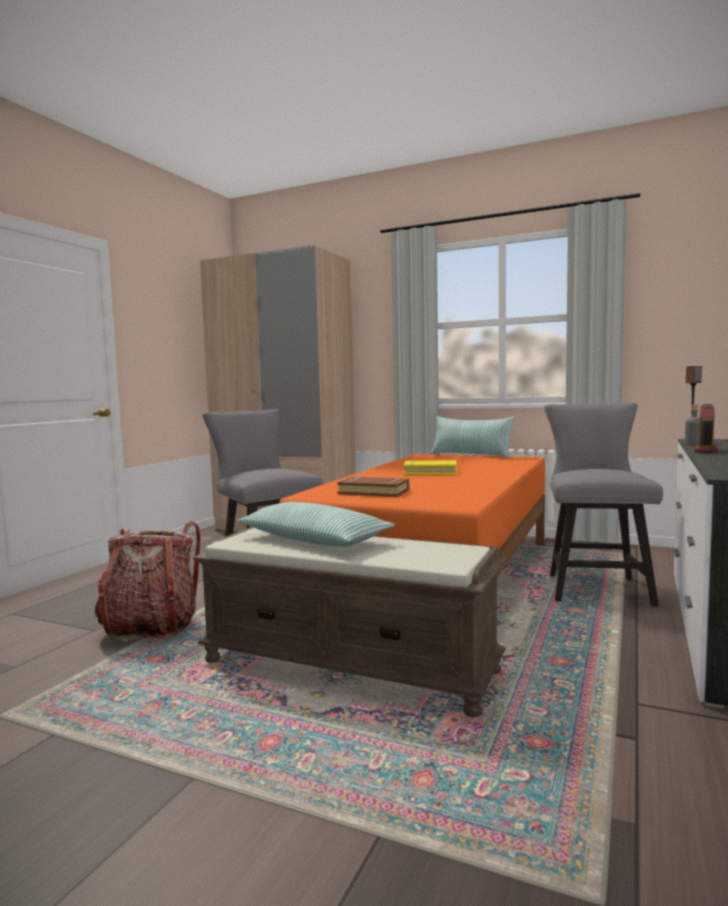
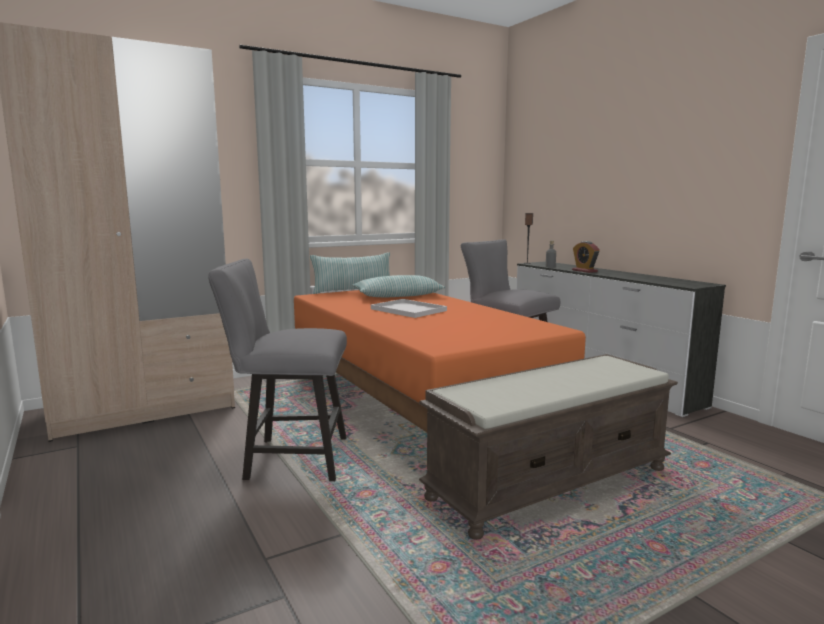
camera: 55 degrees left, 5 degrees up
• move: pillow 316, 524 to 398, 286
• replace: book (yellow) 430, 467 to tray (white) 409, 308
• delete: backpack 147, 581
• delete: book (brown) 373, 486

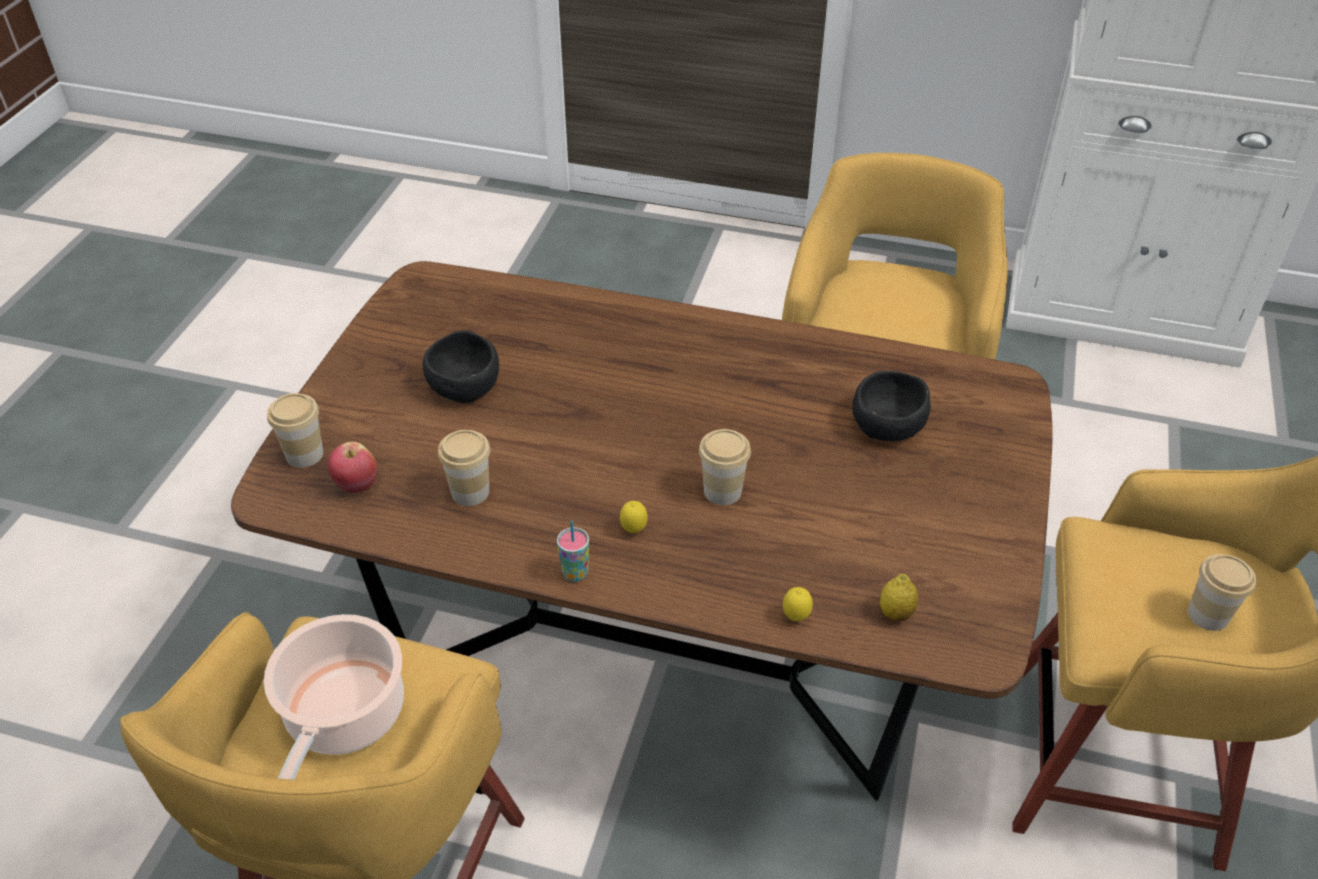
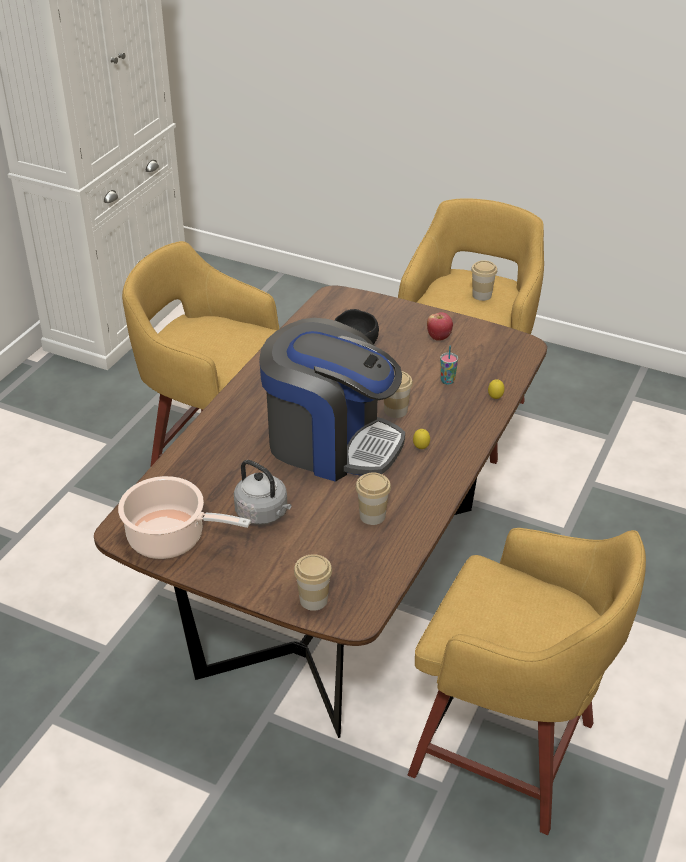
camera: 80 degrees left, 5 degrees down
• move: cooking pot 334, 697 to 184, 517
• replace: bowl (black) 461, 366 to kettle (grey) 263, 492
• insert: coffee machine 332, 400
• move: apple 352, 467 to 440, 326
• move: cup 573, 551 to 449, 364
• delete: lemon 899, 597

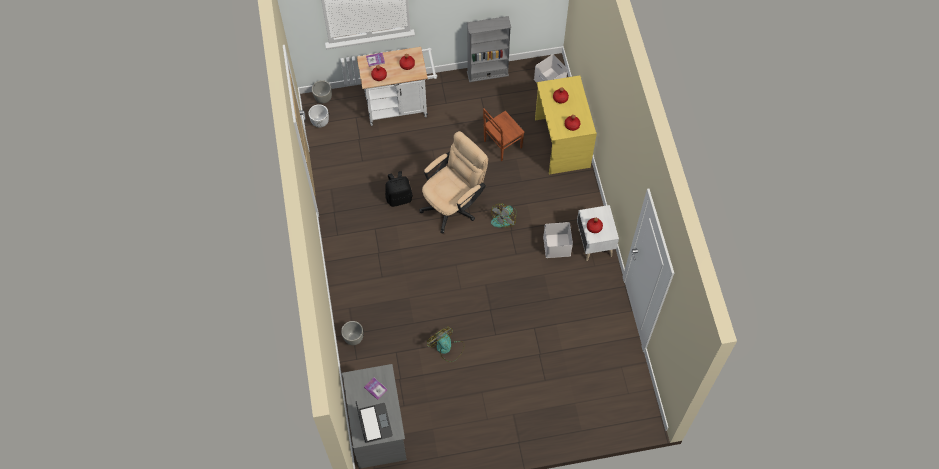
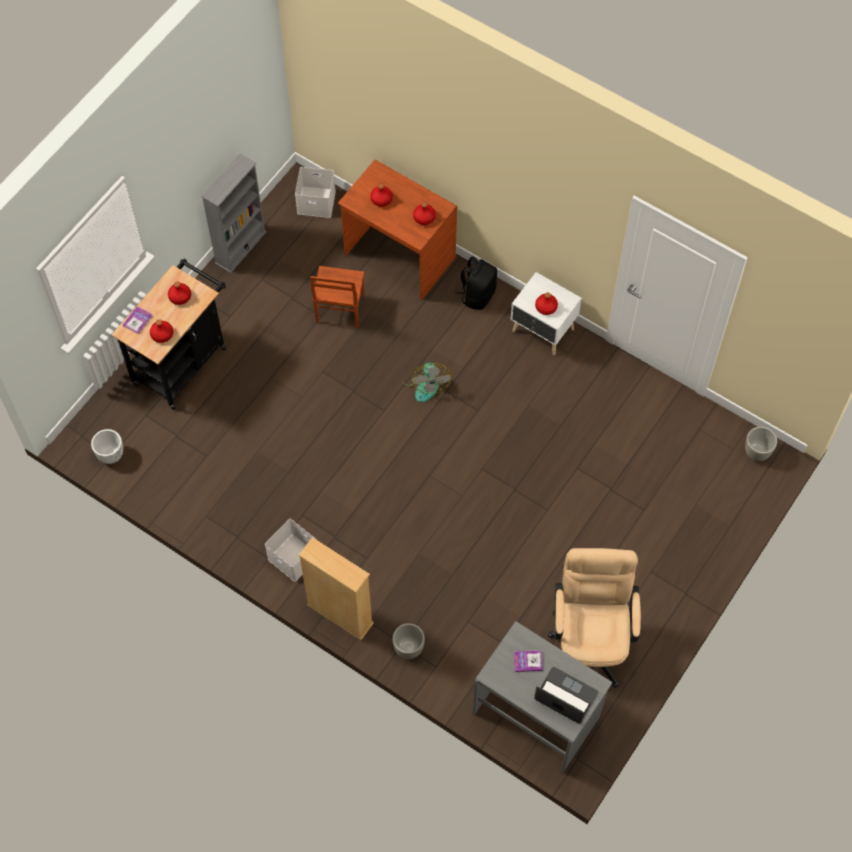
camera: 45 degrees left, 0 degrees up
• recolor: cart (white) 397, 86 to cart (black) 168, 334
• move: storage box (white) 558, 240 to 291, 550
• insert: bookcase (beige) 336, 588
• recolor: desk (yellow) 566, 124 to desk (brown) 397, 230
• move: backpack (black) 399, 189 to 476, 283
• move: office chair (beige) 454, 182 to 594, 618
• move: planter (grey) 322, 91 to 761, 443
• delete: fan 446, 344

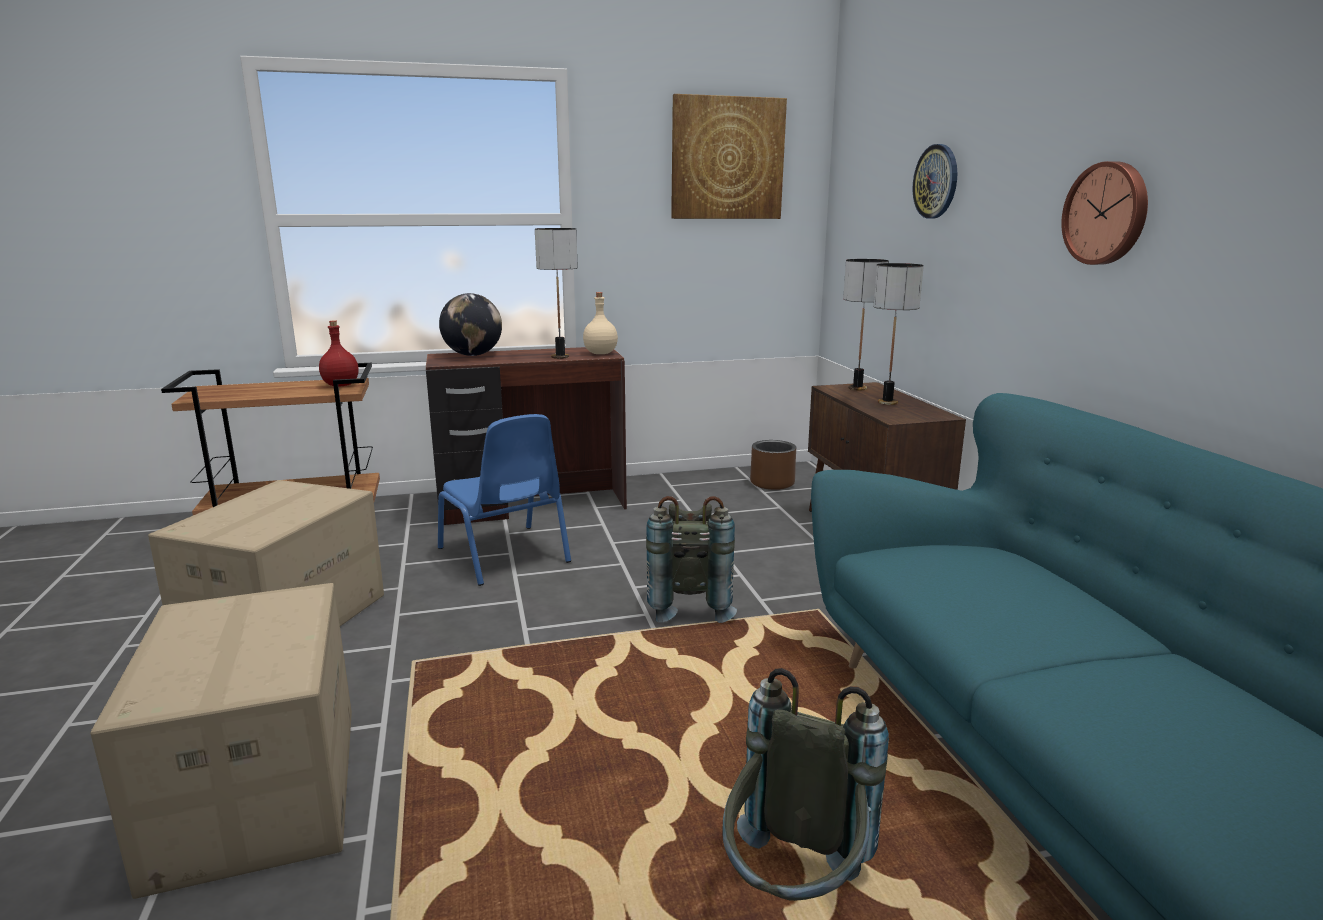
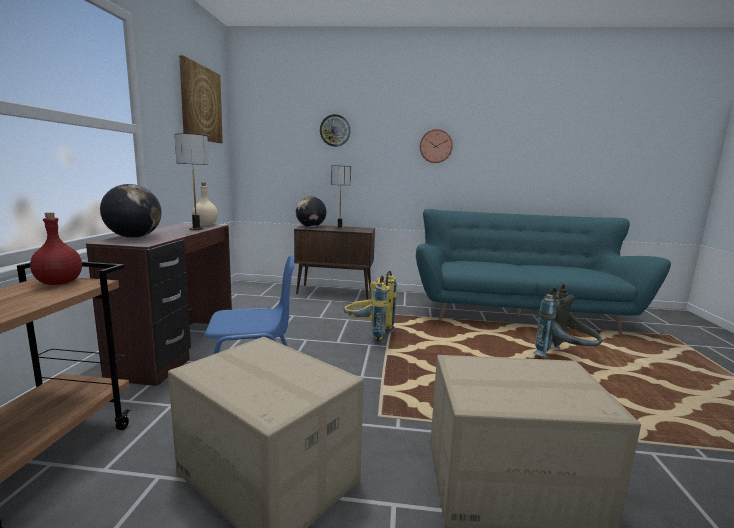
camera: 70 degrees left, 5 degrees down
• replace: table lamp 866, 325 to globe 311, 211
• recolor: backpack (grey) 691, 559 to backpack (yellow) 370, 307
• delete: planter (brown) 773, 465

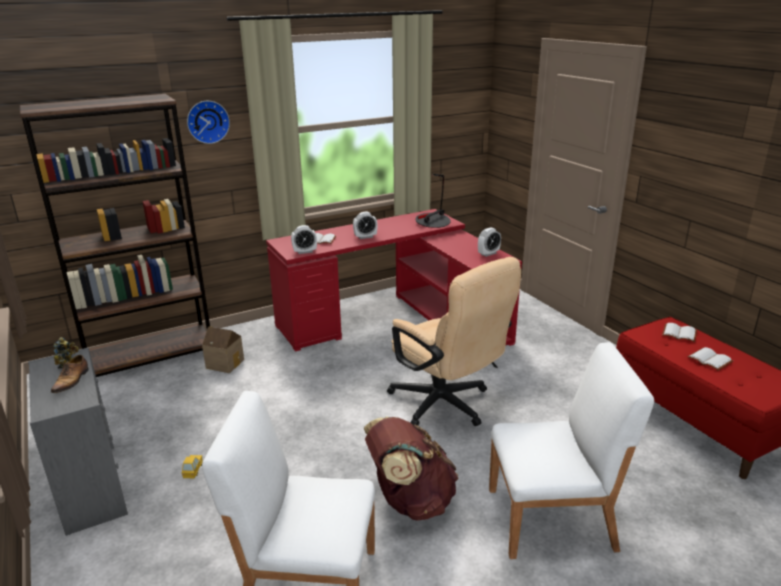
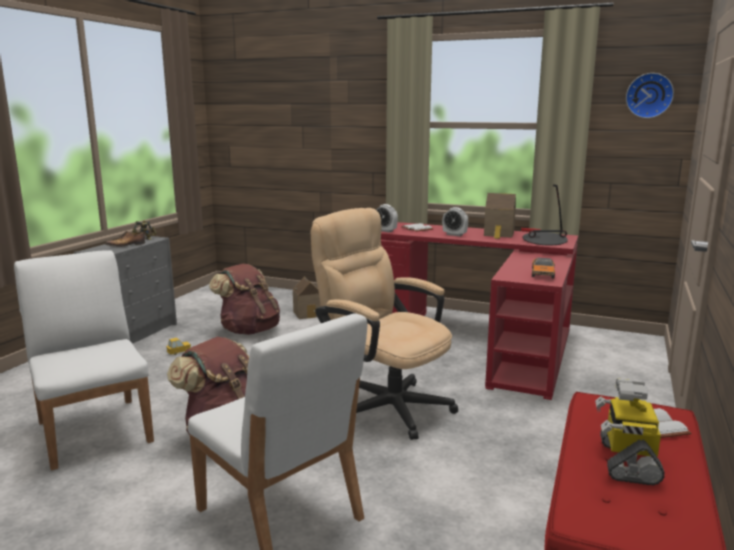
camera: 50 degrees right, 10 degrees down
• insert: backpack (brown) 244, 299
• rotate: office chair (beige) 454, 341 = 384, 324 120 degrees clockwise
• insert: toy house 500, 216
• replace: alarm clock 489, 242 to toy car 543, 268
• replace: book (white) 710, 359 to toy robot 630, 431
• move: wall clock 208, 122 to 650, 95
• delete: bookcase (brown) 115, 235

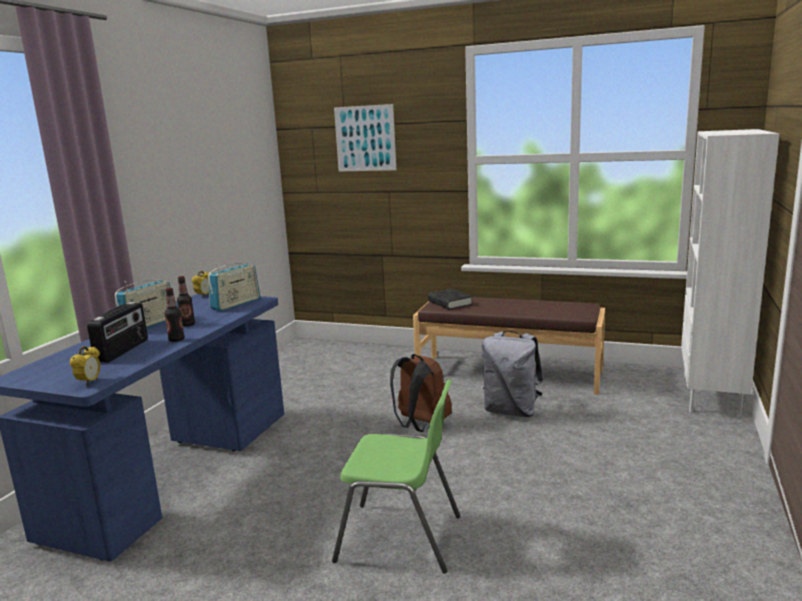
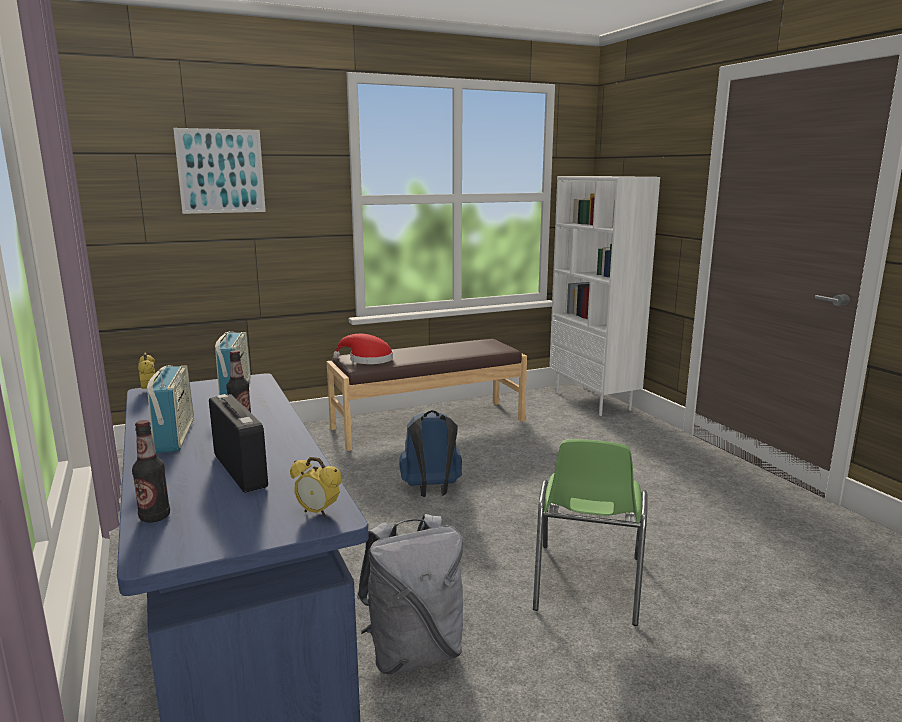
camera: 45 degrees left, 0 degrees up
• move: bottle 175, 315 to 151, 471
• rotate: alarm clock 85, 366 = 316, 487 150 degrees clockwise
• replace: book (black) 450, 299 to hat (red) 363, 349
• move: backpack (grey) 512, 374 to 410, 594
• recolor: backpack (brown) 421, 393 to backpack (blue) 431, 453
• rotate: chair (green) 396, 477 = 590, 532 135 degrees clockwise

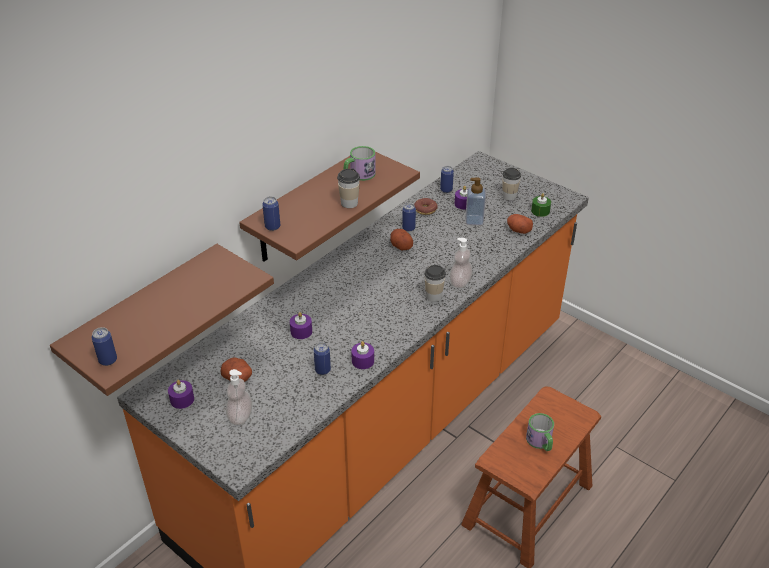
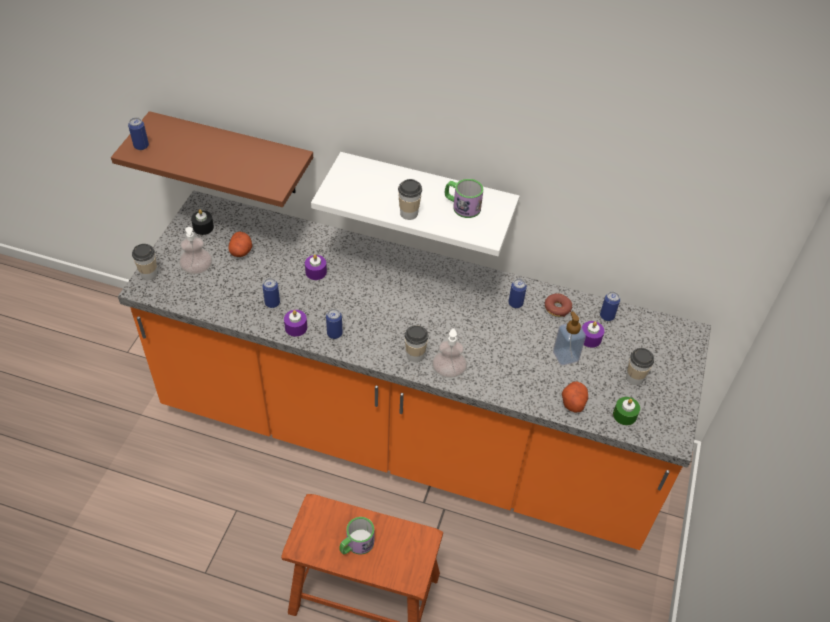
camera: 65 degrees right, 10 degrees up
• insert: cup 144, 262
• recolor: candle (purple) 181, 394 to candle (black) 202, 222
• recolor: shelf (brown) 329, 206 to shelf (white) 415, 204
• move: can 271, 213 to 334, 324
• delete: potato 401, 239

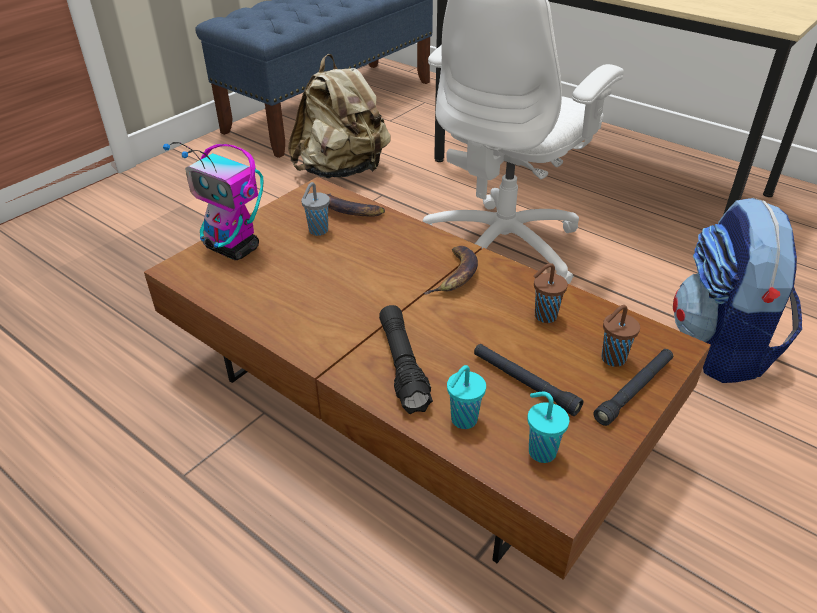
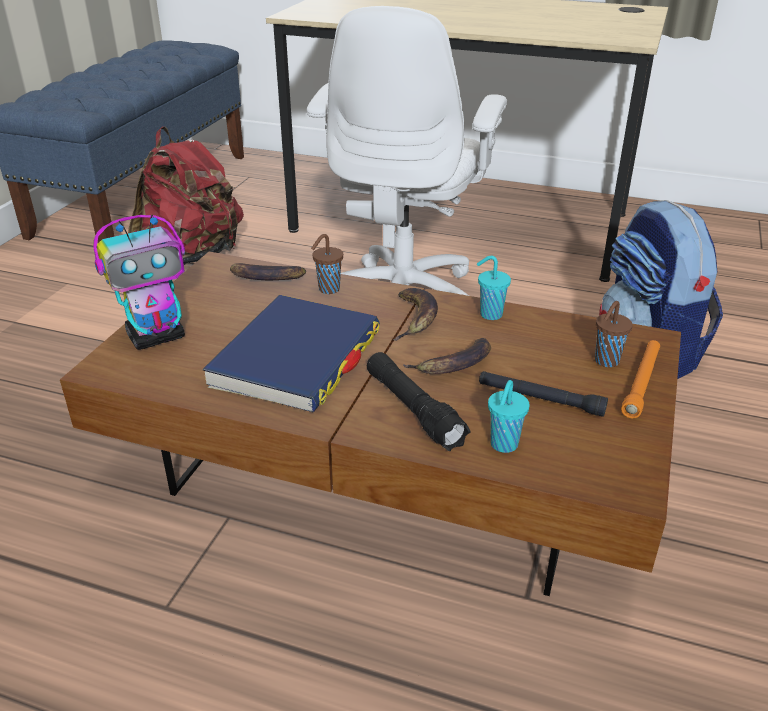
camera: 20 degrees left, 5 degrees down
• rotate: toy robot 213, 201 = 139, 282 45 degrees counterclockwise
• recolor: backpack (beige) 339, 116 to backpack (red) 186, 196
• insert: book (blue) 291, 353
• move: cup (brown) 550, 293 to 327, 264
• insert: banana 447, 356
• move: cup (turquoise) 548, 427 to 494, 288
• recolor: flashlight (black) 633, 387 to flashlight (orange) 640, 379
• delete: cup (grey) 315, 209

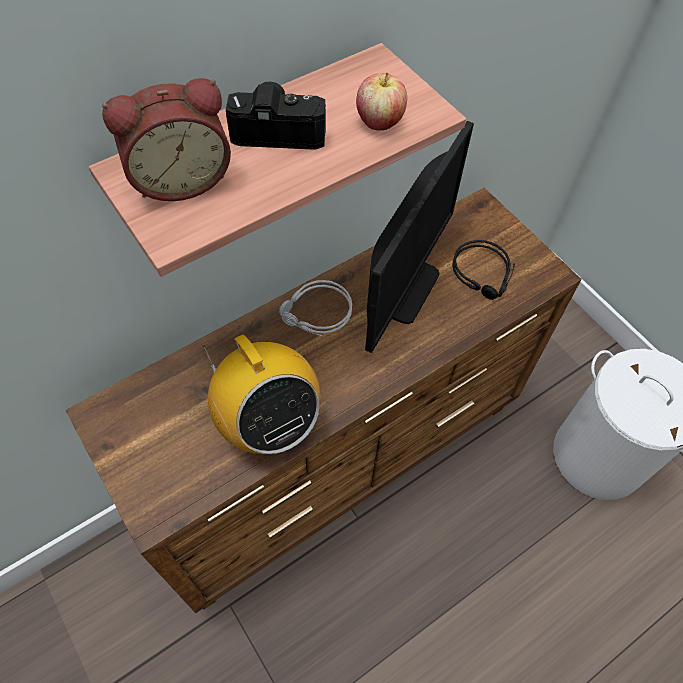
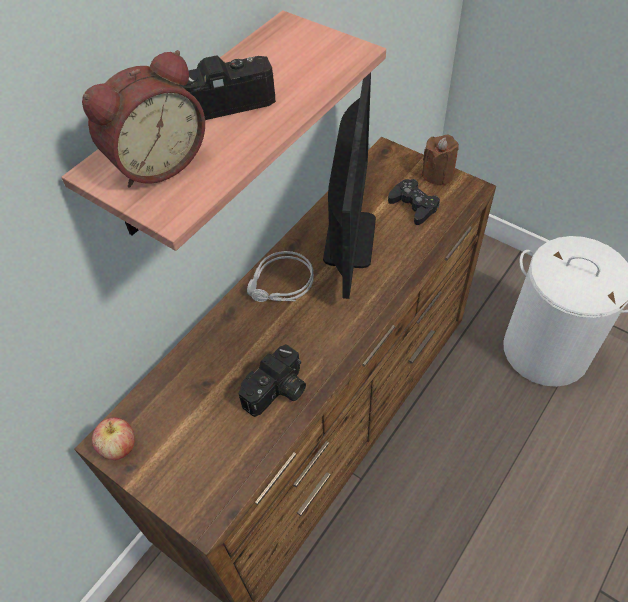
camera: 15 degrees left, 5 degrees down
• move: apple 381, 101 to 113, 438
• replace: radio 262, 394 to photo camera 272, 380
• replace: headphones (black) 483, 270 to game controller (black) 414, 202
• insert: candle (brown) 440, 160

